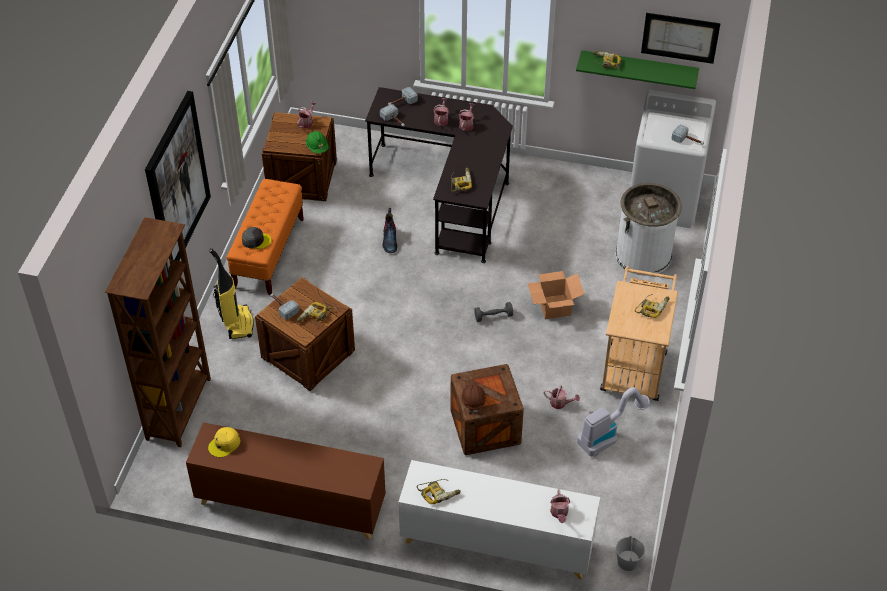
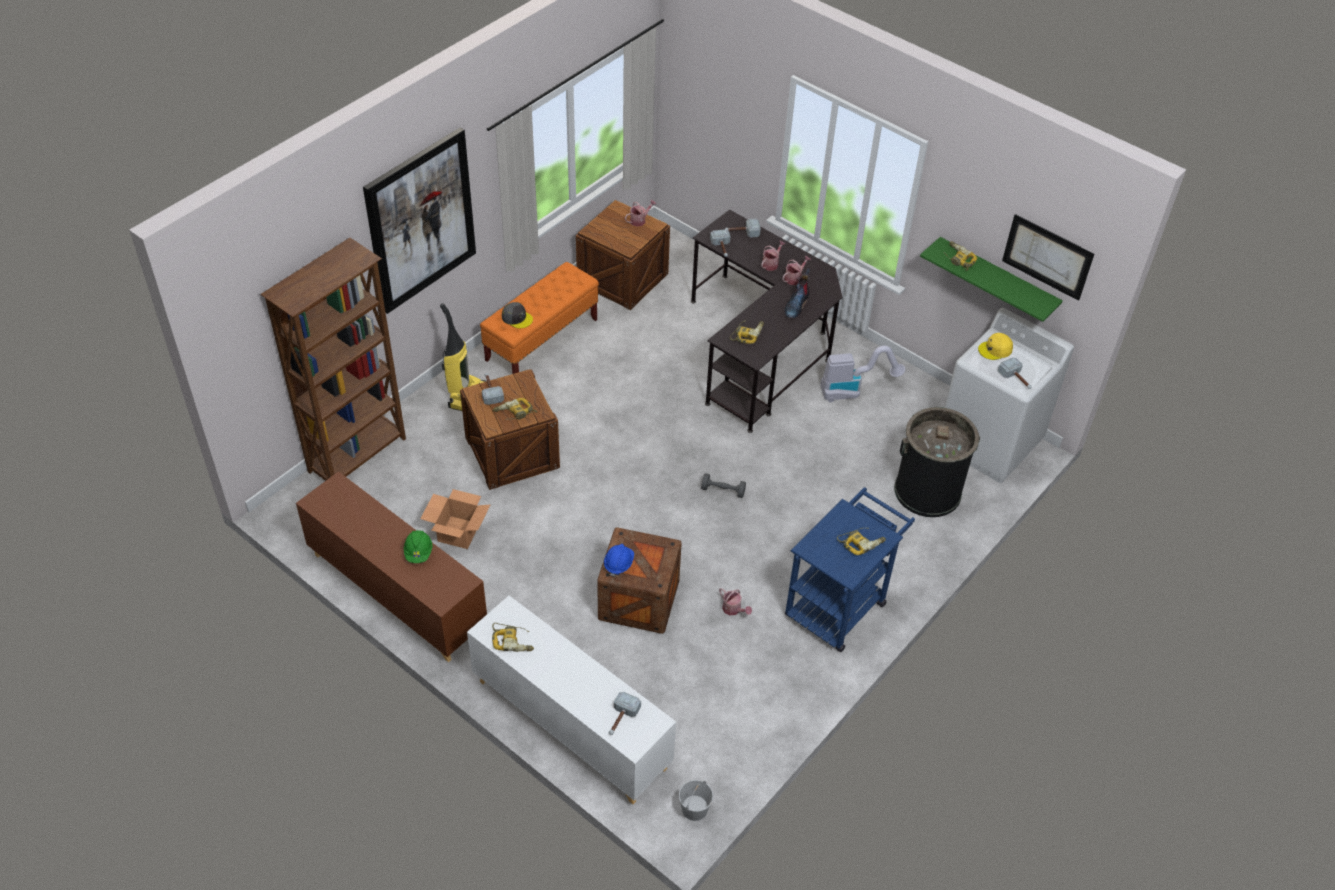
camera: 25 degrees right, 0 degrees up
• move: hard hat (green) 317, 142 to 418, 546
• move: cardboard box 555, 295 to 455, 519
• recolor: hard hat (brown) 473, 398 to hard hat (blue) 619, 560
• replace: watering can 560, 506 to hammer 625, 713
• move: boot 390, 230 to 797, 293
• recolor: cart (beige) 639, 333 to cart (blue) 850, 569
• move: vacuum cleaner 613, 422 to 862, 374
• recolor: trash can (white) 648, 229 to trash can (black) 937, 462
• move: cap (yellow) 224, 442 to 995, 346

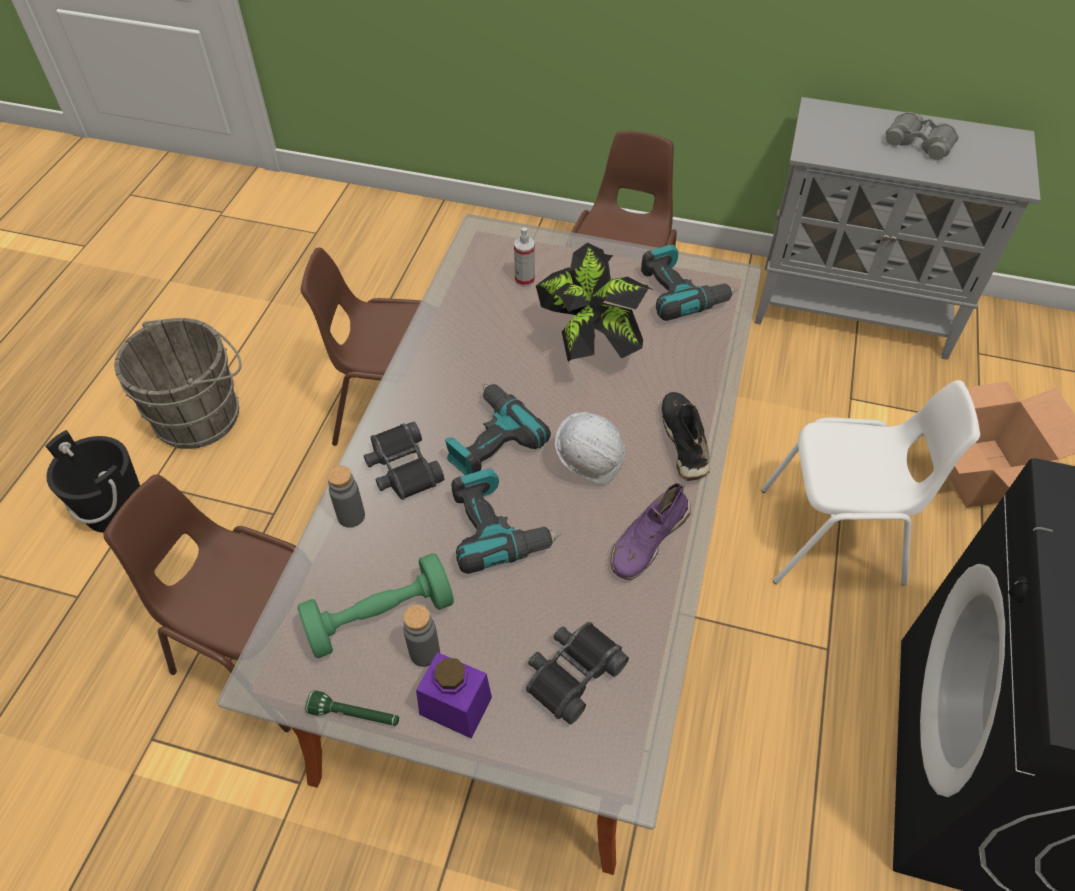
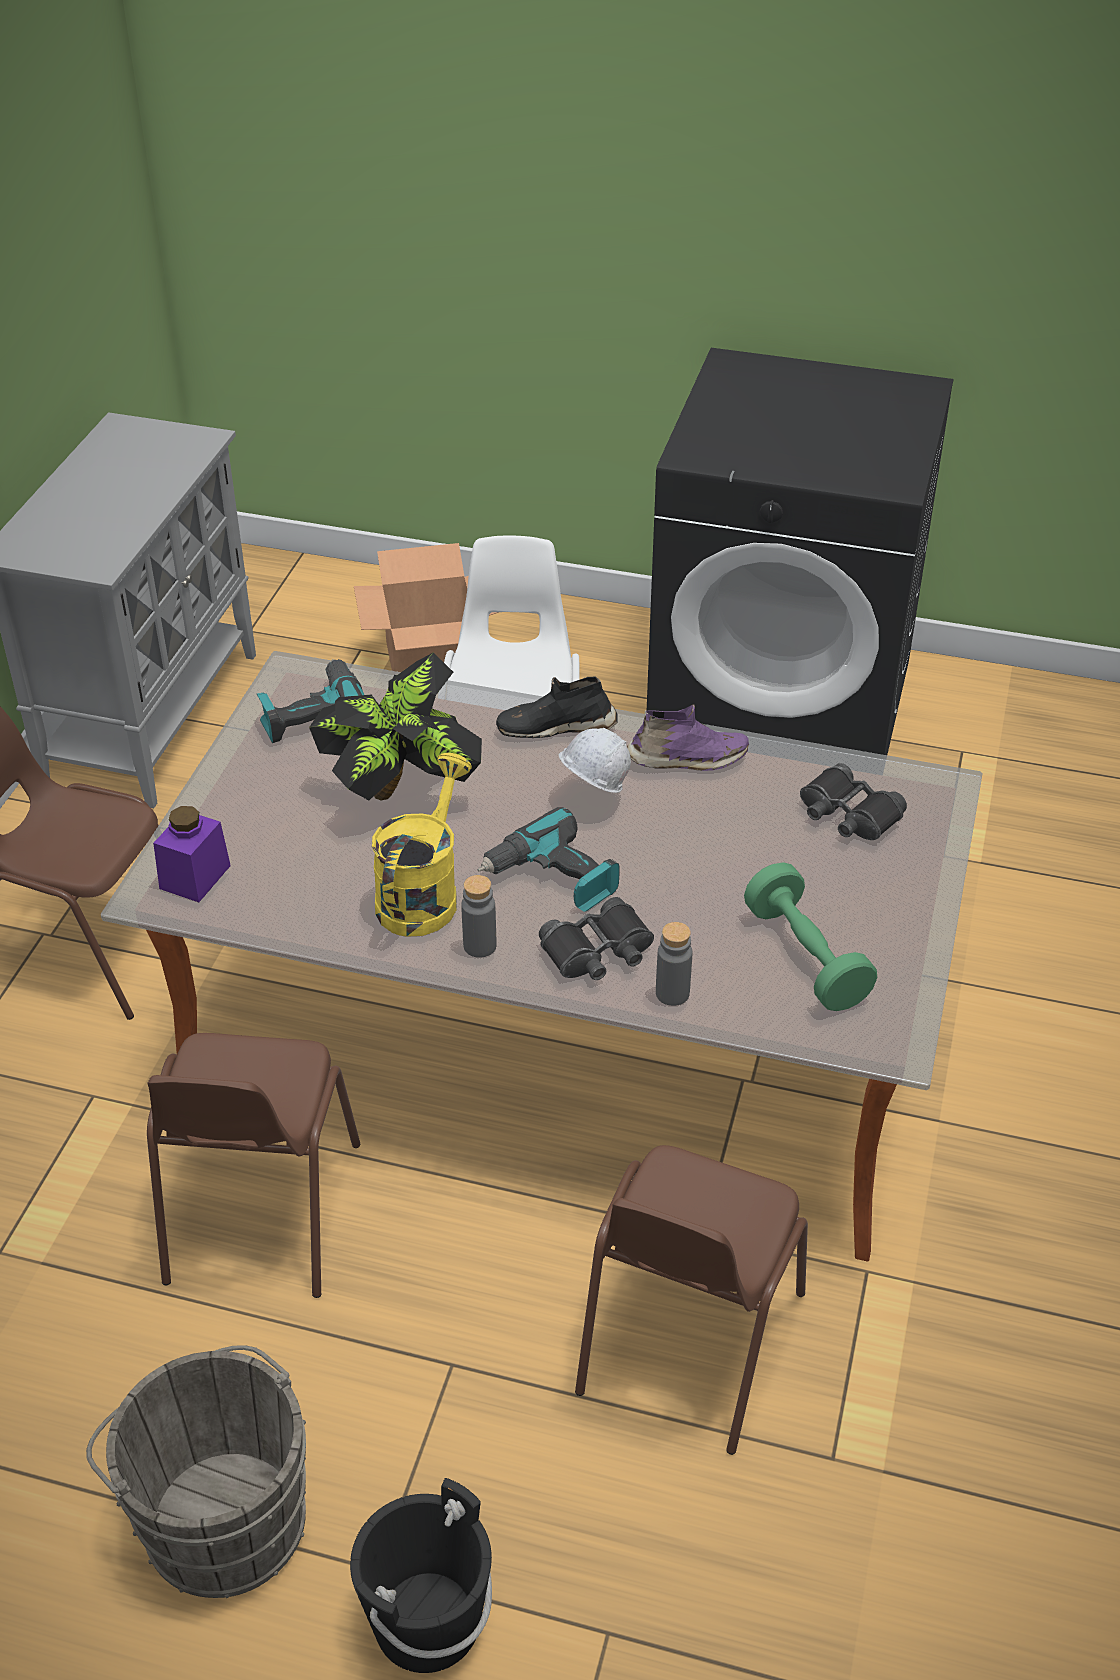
camera: 90 degrees left, 10 degrees down
• move: jar (purple) 454, 695 to 192, 854
• insert: watering can (yellow) 422, 845
• move: bottle (grey) 421, 636 to 479, 916
• rotate: shoe (purple) 651, 531 = 688, 737 45 degrees counterclockwise
• delete: flashlight (green) 352, 708
• delete: power drill 506, 521
• delete: spray bottle 524, 257
• delete: binoculars (grey) 922, 136

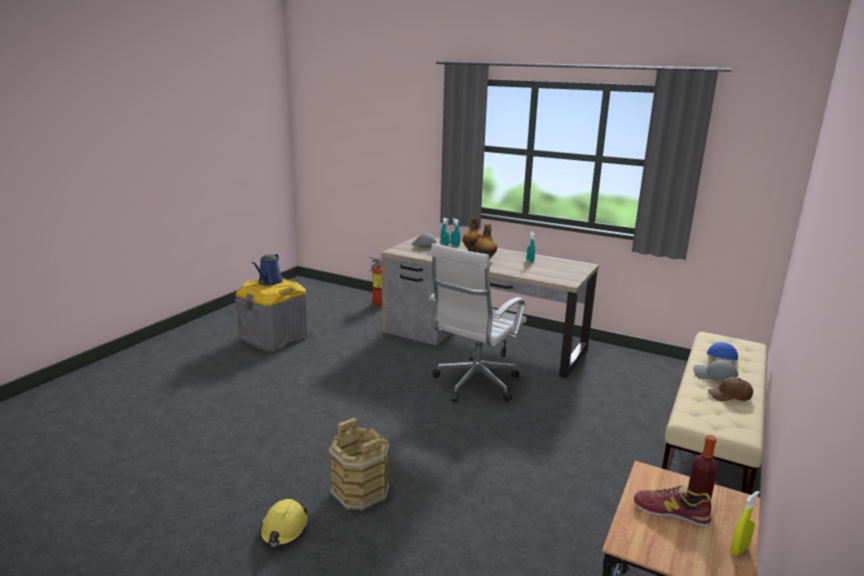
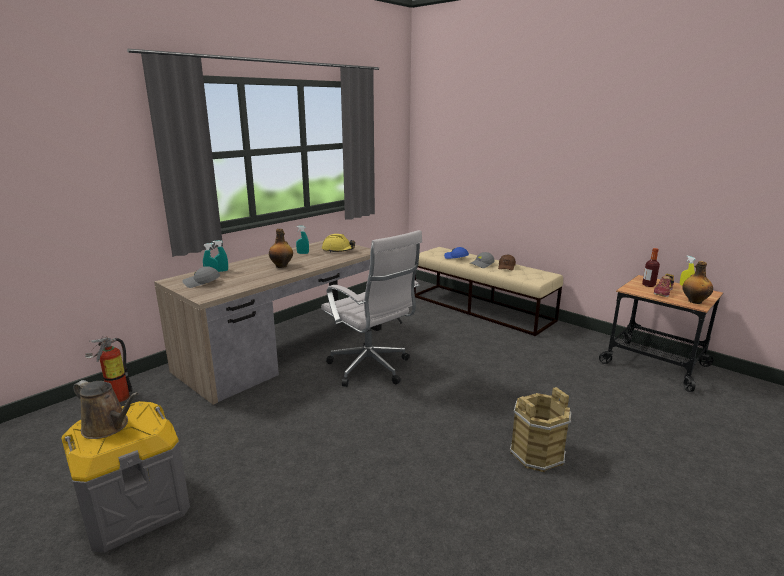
camera: 75 degrees left, 0 degrees up
• recolor: watering can (blue) 267, 270 to watering can (brown) 106, 409
• move: hard hat (yellow) 284, 523 to 338, 243
• move: bottle 473, 234 to 697, 282

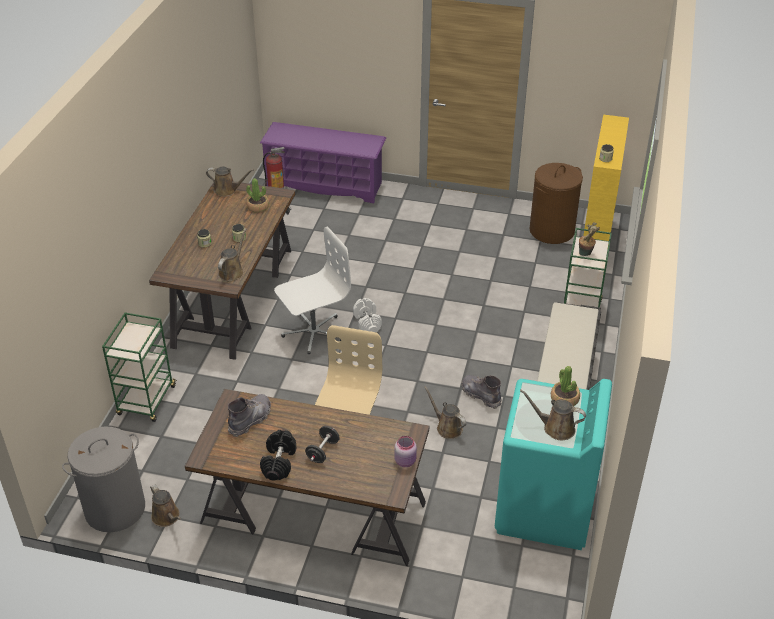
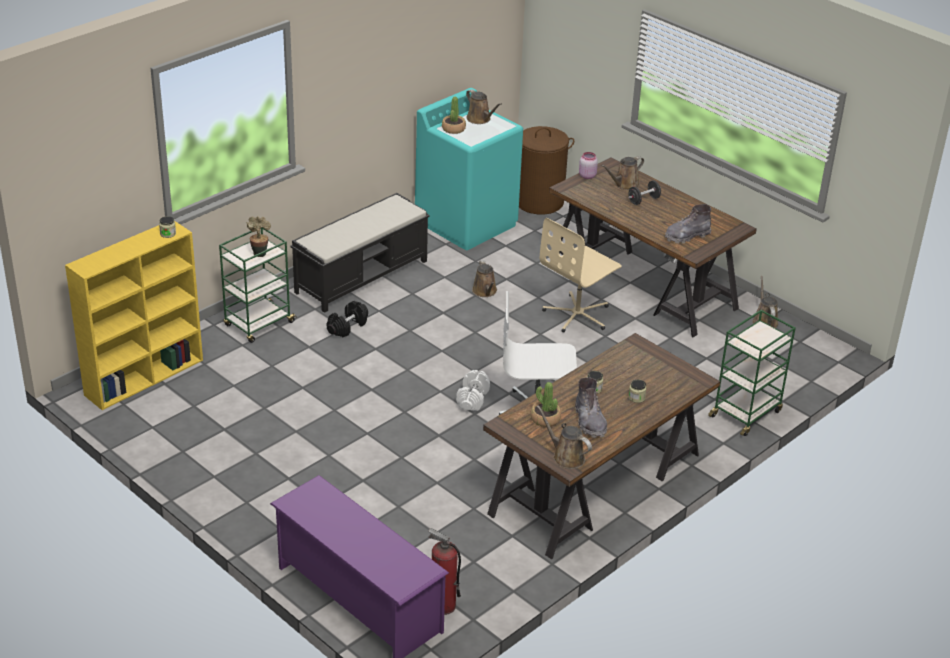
camera: 150 degrees left, 5 degrees down
• move: dumbbell (black) 278, 455 to 347, 319
• move: laundry basket (brown) 556, 203 to 546, 170
• move: boot (grey) 481, 392 to 591, 407
• move: watering can (brown) 232, 254 to 622, 173
• delete: laundry basket (grey) 103, 479

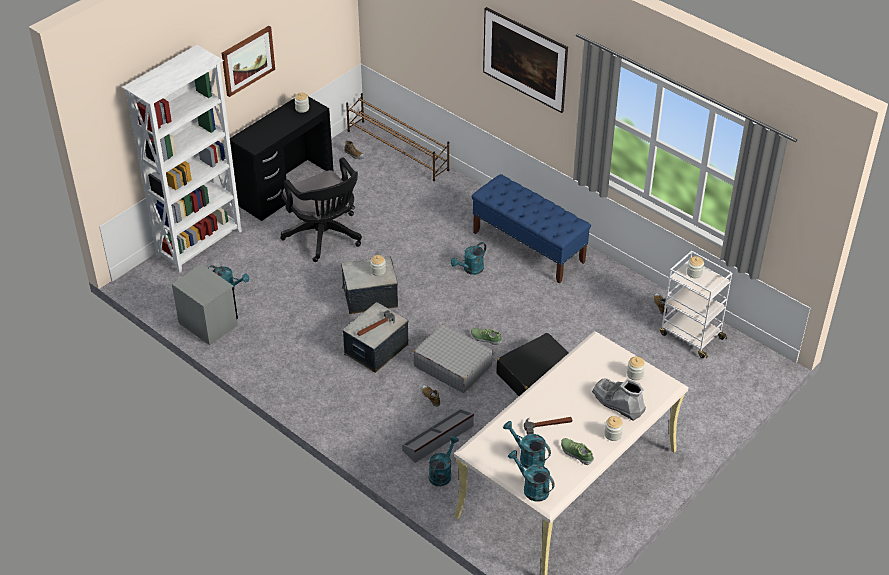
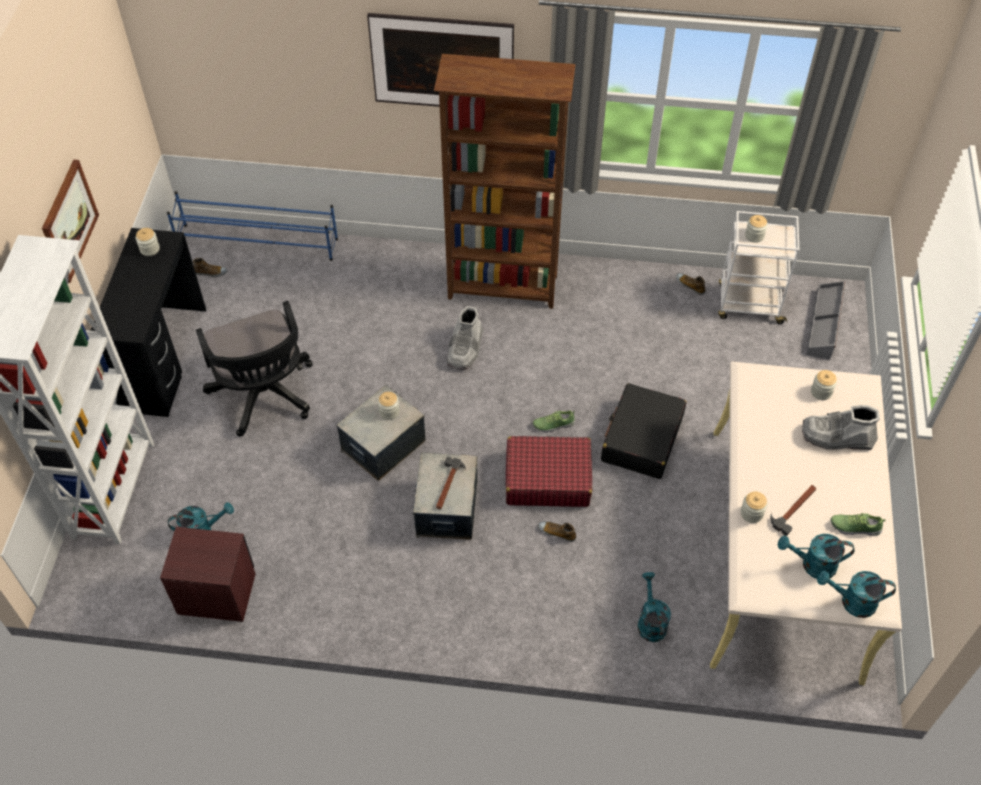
camera: 35 degrees left, 10 degrees up
• recolor: nightstand (grey) 205, 304 to nightstand (brown) 207, 574
• recolor: shoe rack (brown) 397, 137 to shoe rack (blue) 252, 226
• rotate: office chair (black) 321, 209 = 254, 369 45 degrees clockwise
• replace: bench (blue) 531, 229 to bookcase (brown) 504, 181
• replace: watering can (turquoise) 468, 258 to boot (grey) 465, 338
• recolor: suitcase (grey) 453, 358 to suitcase (red) 549, 471
• move: jar 613, 428 to 754, 507
• move: storage box (grey) 438, 435 to 825, 320

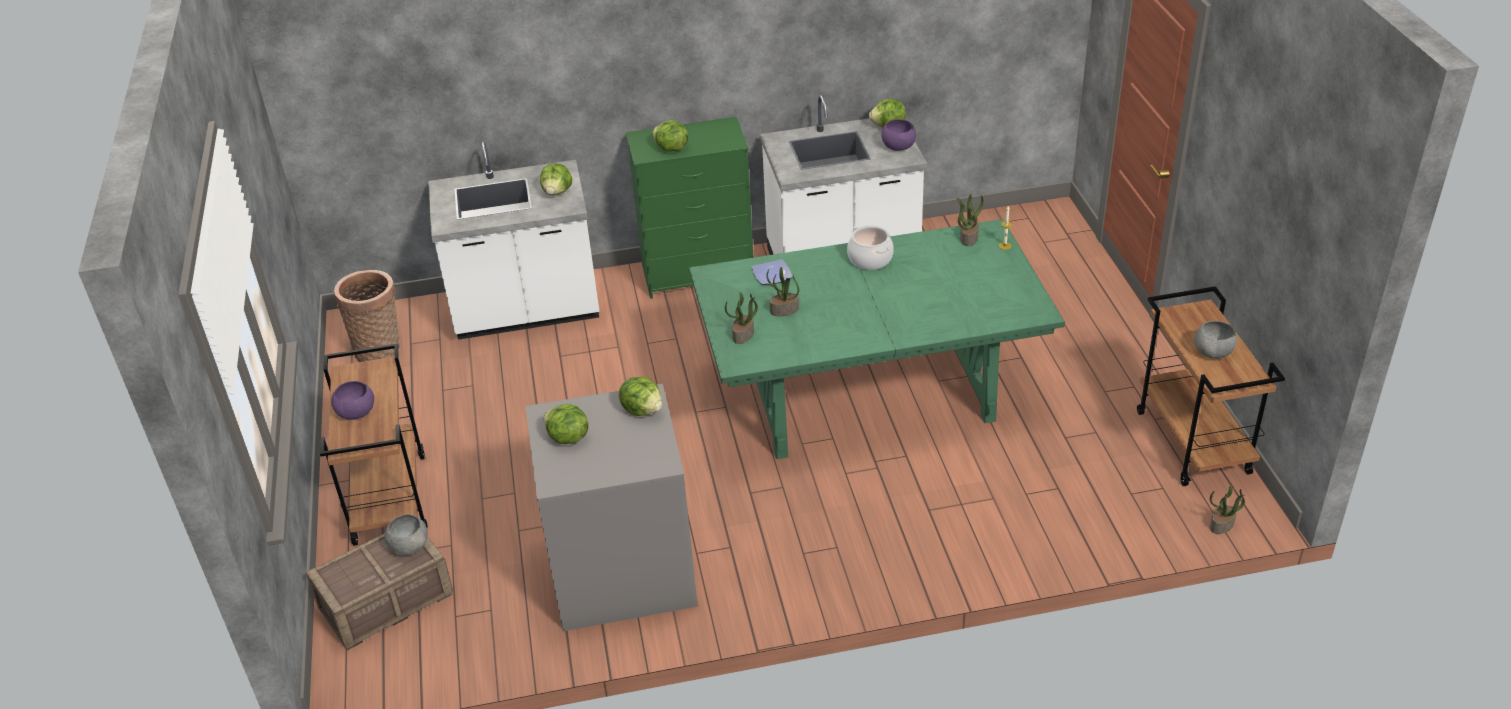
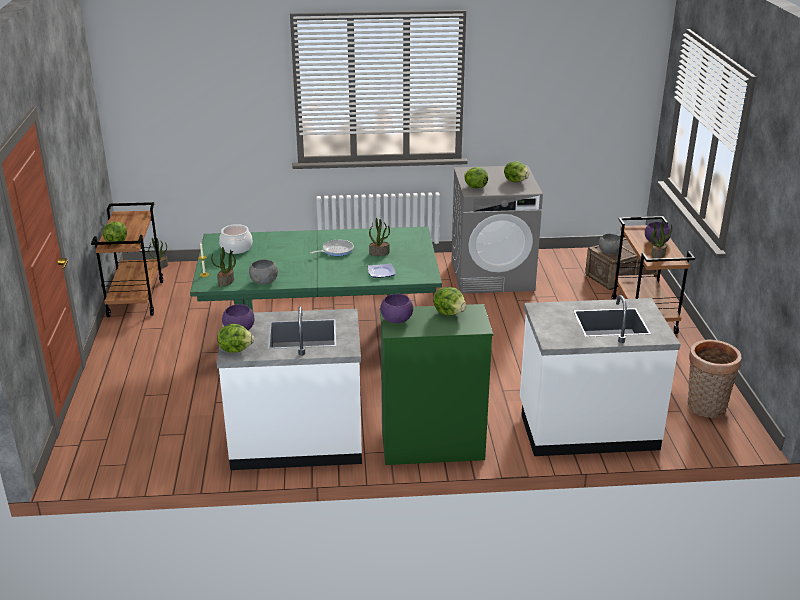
camera: 175 degrees left, 10 degrees down
• move: lettuce 556, 179 to 115, 232
• move: cooking pot 870, 247 to 235, 239
• move: bowl (grey) 1216, 340 to 263, 272
• insert: frying pan 332, 248
• insert: bowl (purple) 396, 308
• move: potted plant 741, 318 to 662, 240

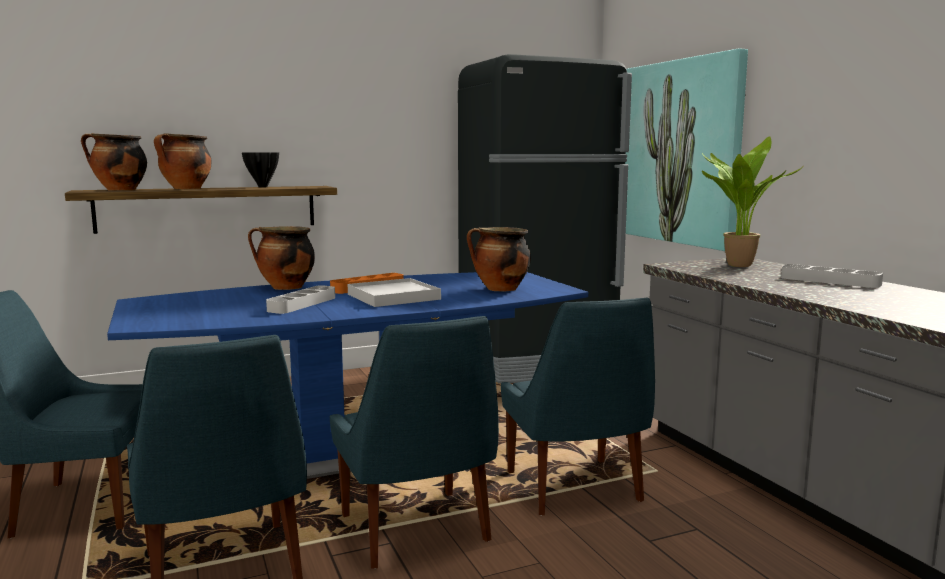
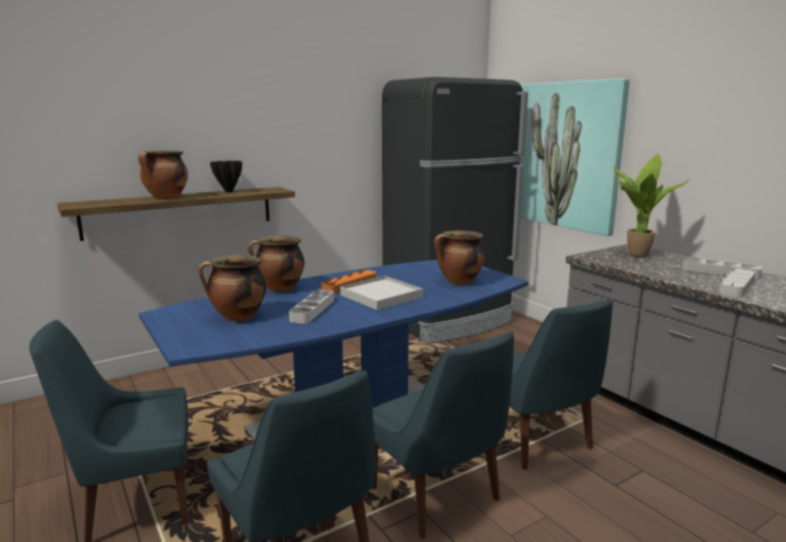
camera: 10 degrees left, 5 degrees up
• move: cooking pot 114, 162 to 232, 288
• insert: tray (grey) 737, 283

